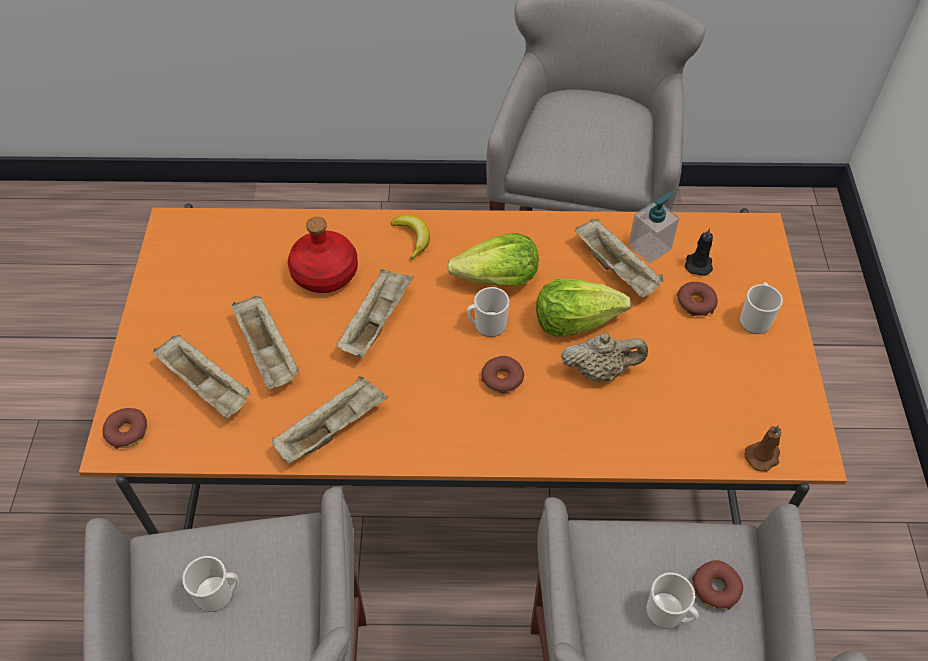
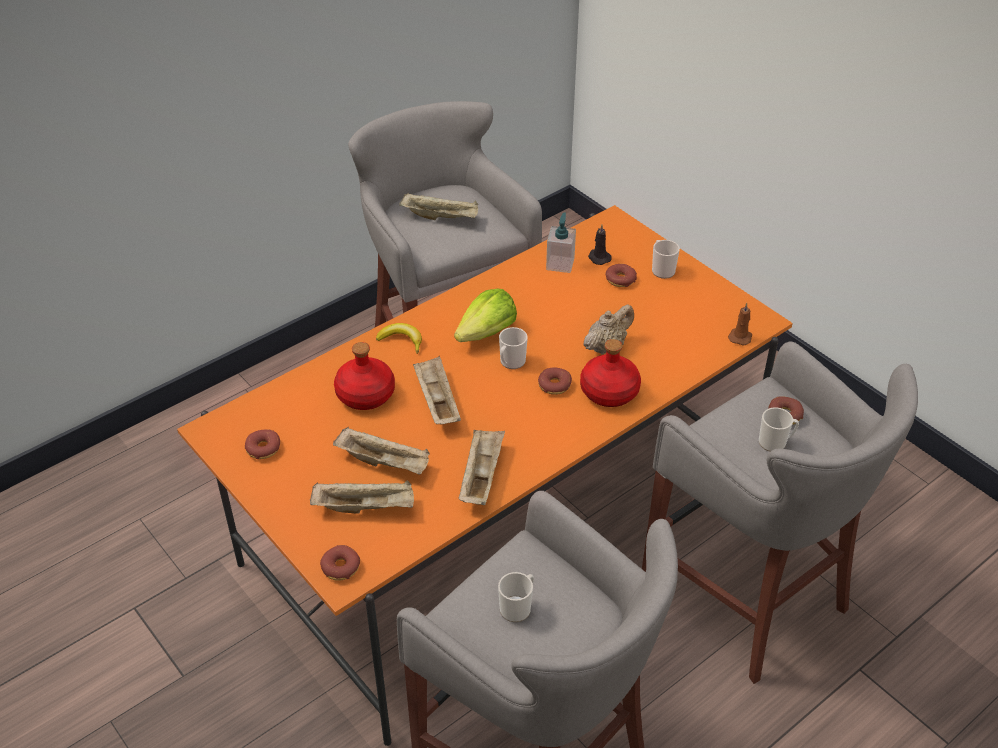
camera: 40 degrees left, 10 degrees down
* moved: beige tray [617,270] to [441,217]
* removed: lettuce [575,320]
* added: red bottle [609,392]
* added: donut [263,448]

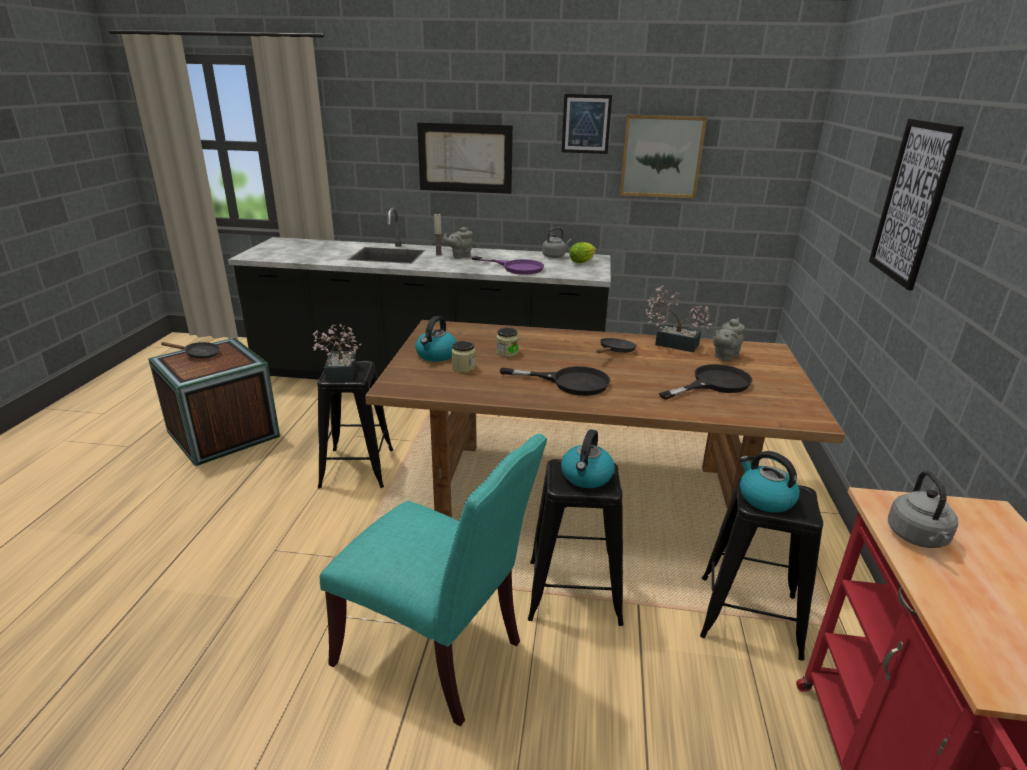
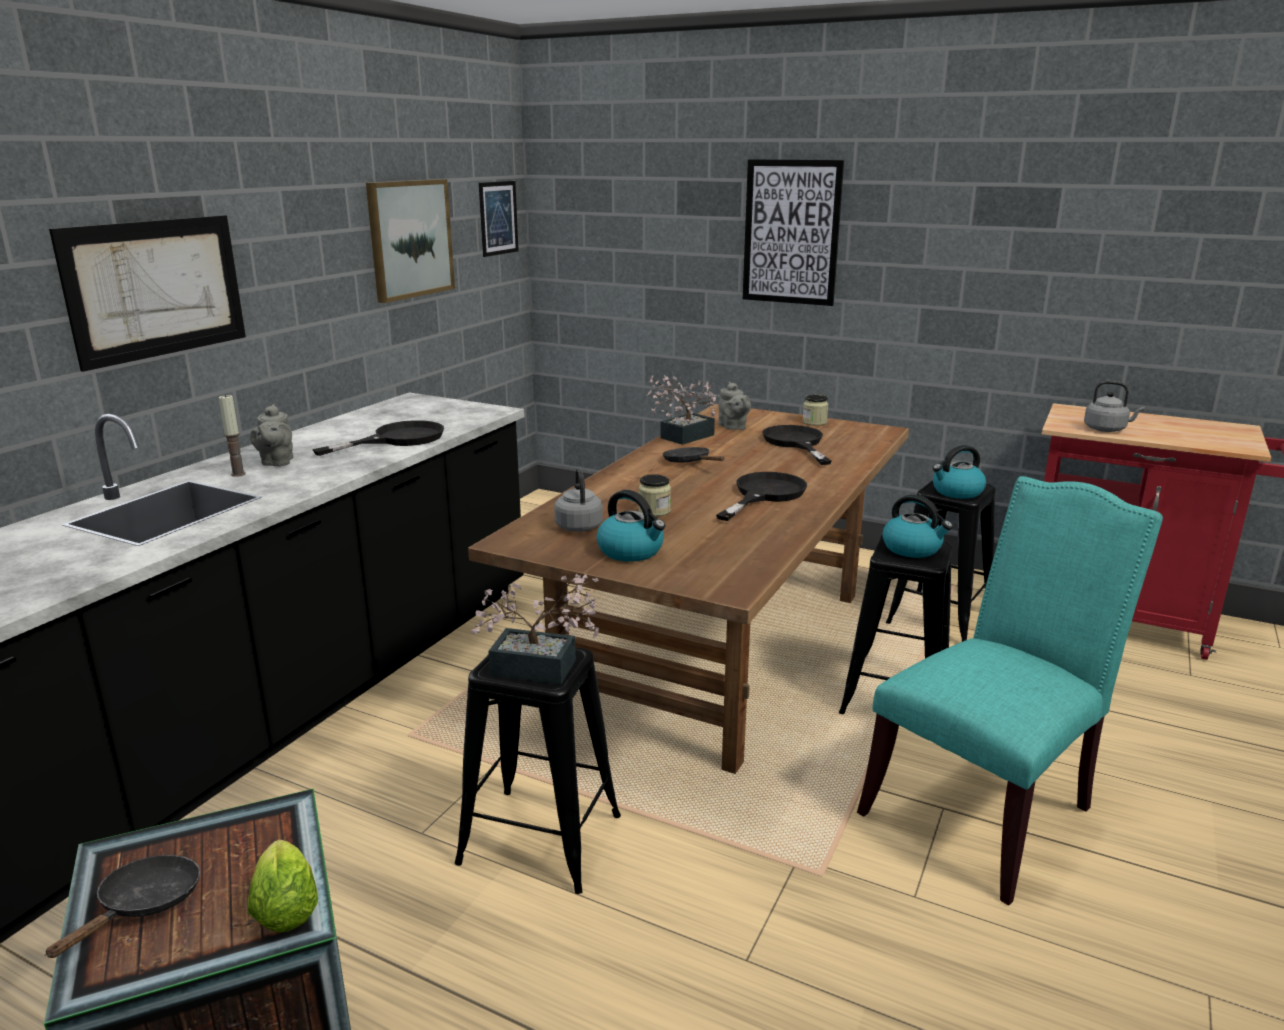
camera: 70 degrees left, 5 degrees down
* moved: picture [586,124] to [498,218]
* moved: grey kettle [555,256] to [578,526]
* moved: lettuce [583,261] to [285,905]
* recoloured: purple frying pan [516,267] to black frying pan [397,439]
* moved: jar [463,367] to [814,422]

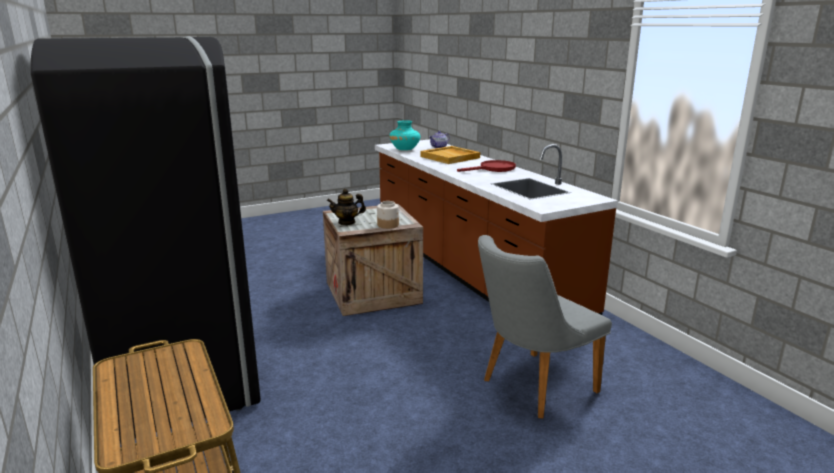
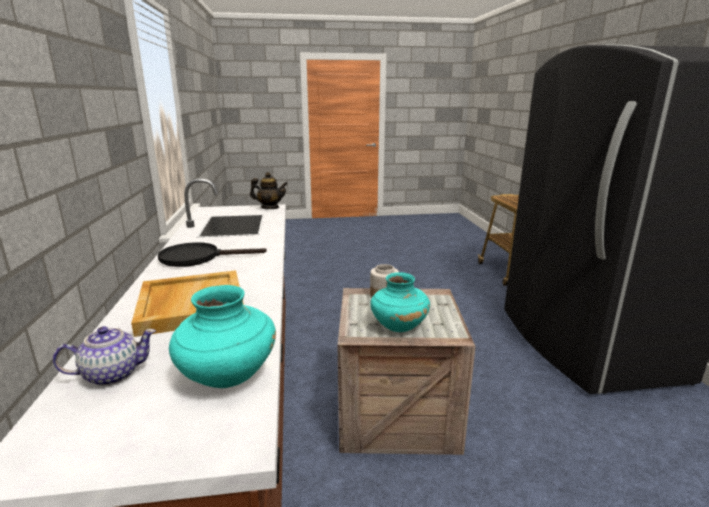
camera: 160 degrees left, 0 degrees up
* recoloured: red frying pan [493,169] to black frying pan [198,258]
* moved: teapot [347,222] to [270,208]
* removed: grey chair [530,387]
* added: turquoise vase [398,326]

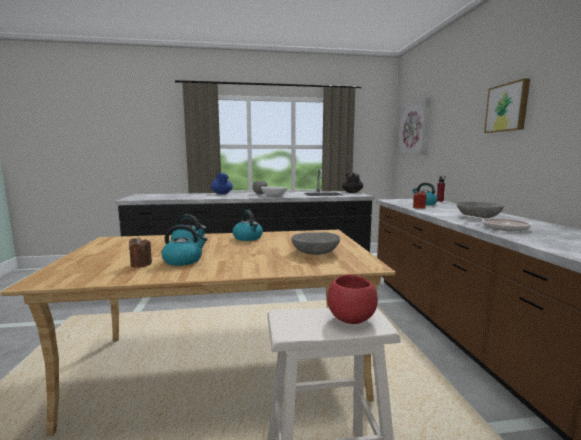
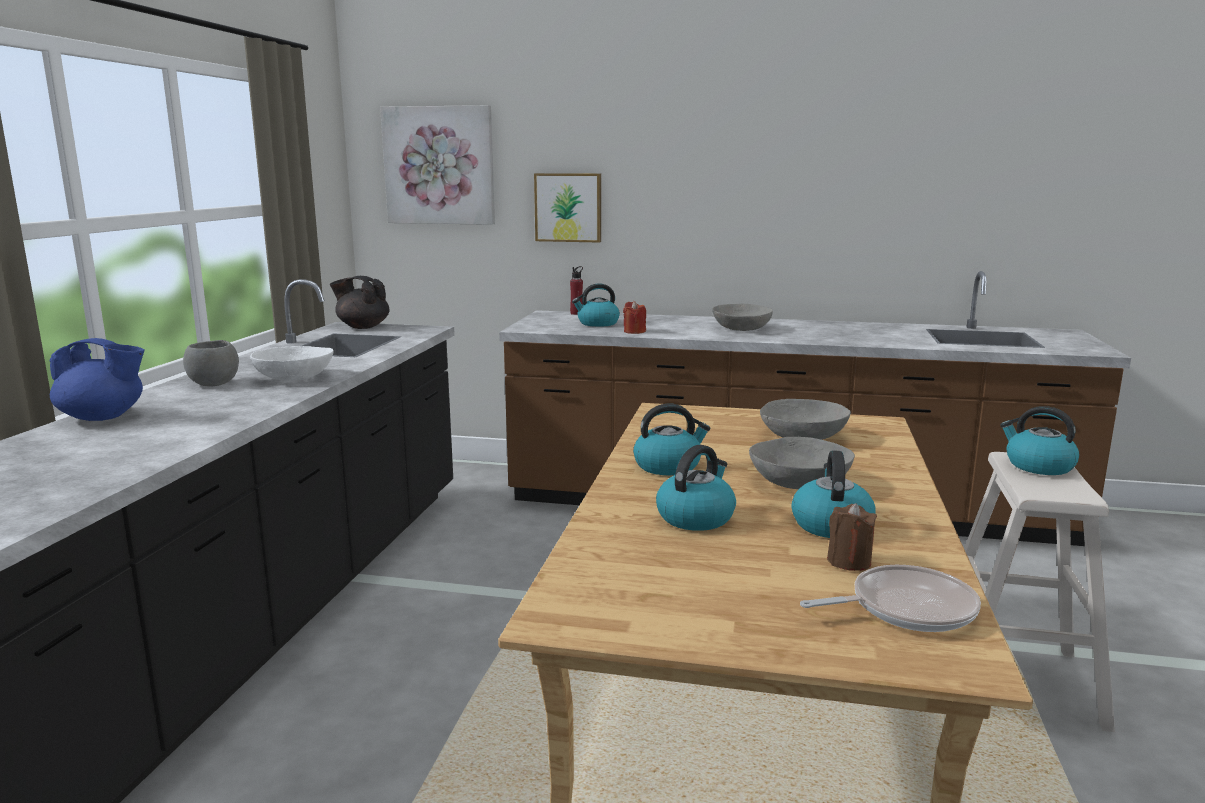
camera: 70 degrees left, 5 degrees up
* moved: picture [507,107] to [568,207]
* moved: frying pan [501,227] to [905,608]
* replaced: red bowl [350,319] to kettle [1038,466]
* added: grey bowl [799,482]

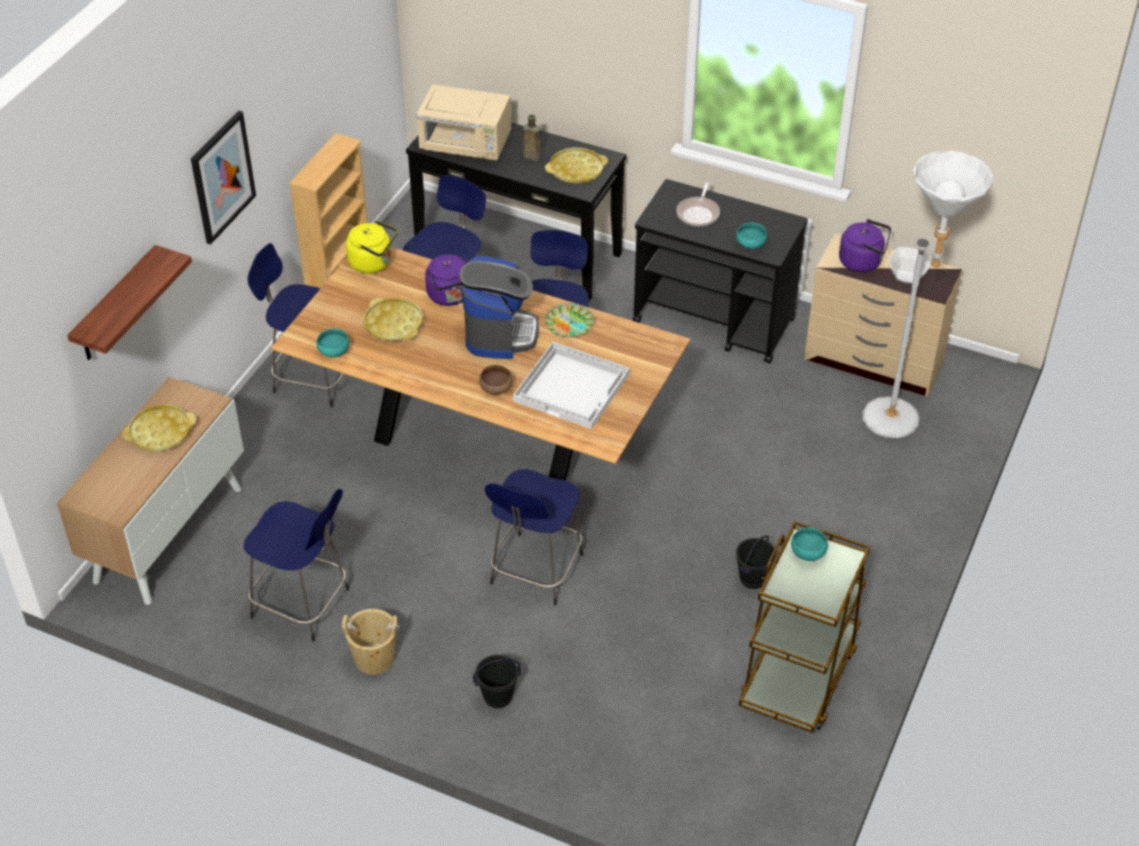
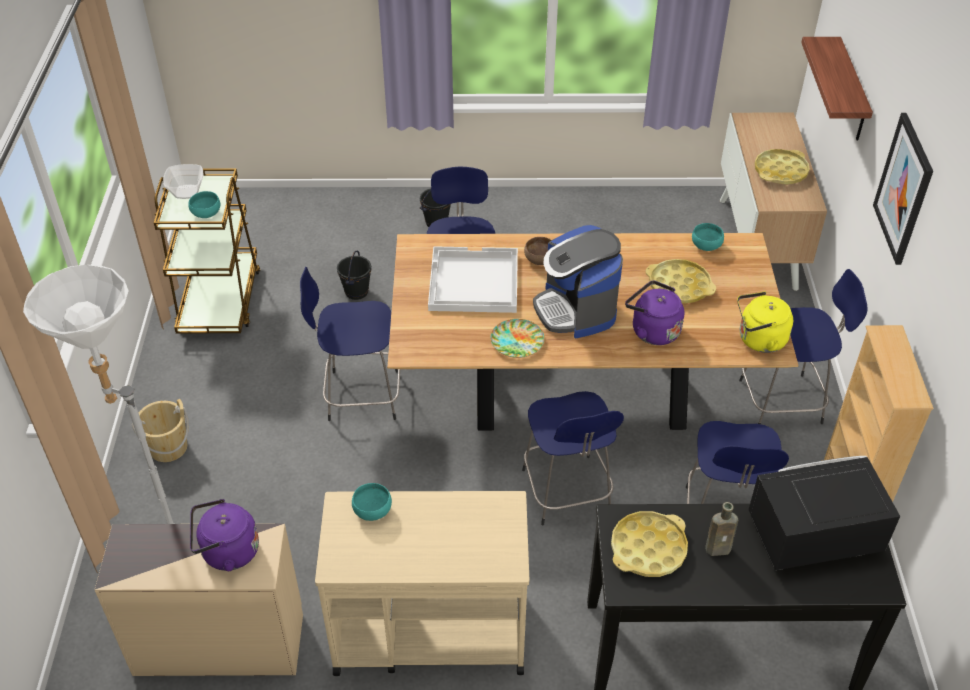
camera: 155 degrees right, 0 degrees up
* recoloured: beige microwave [466,146] to black microwave [811,536]
* recoloured: black cart [715,321] to beige cart [428,631]
* removed: frying pan [698,213]
* moved: bowl [908,276] to [186,192]
* moved: blue stool [303,605] to [360,395]
* moved: black bucket [753,579] to [356,292]
* moved: beige bucket [374,658] to [168,447]

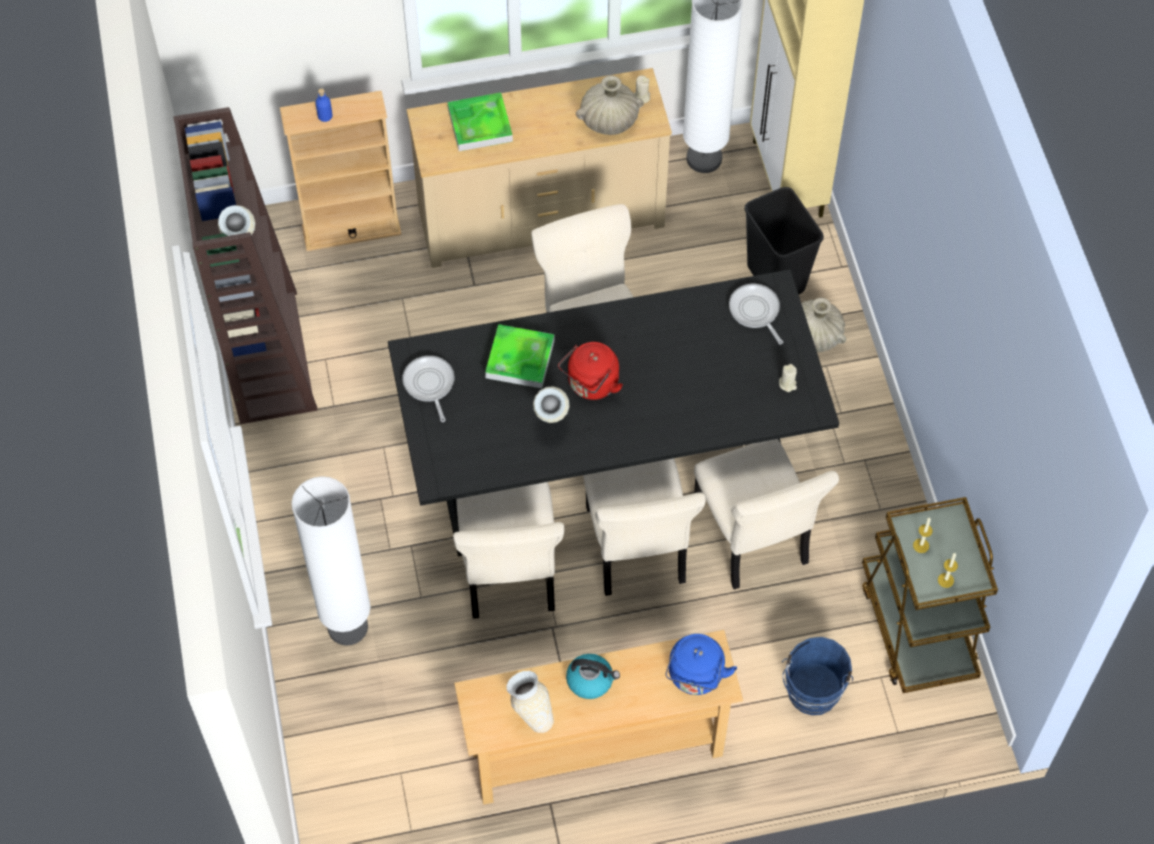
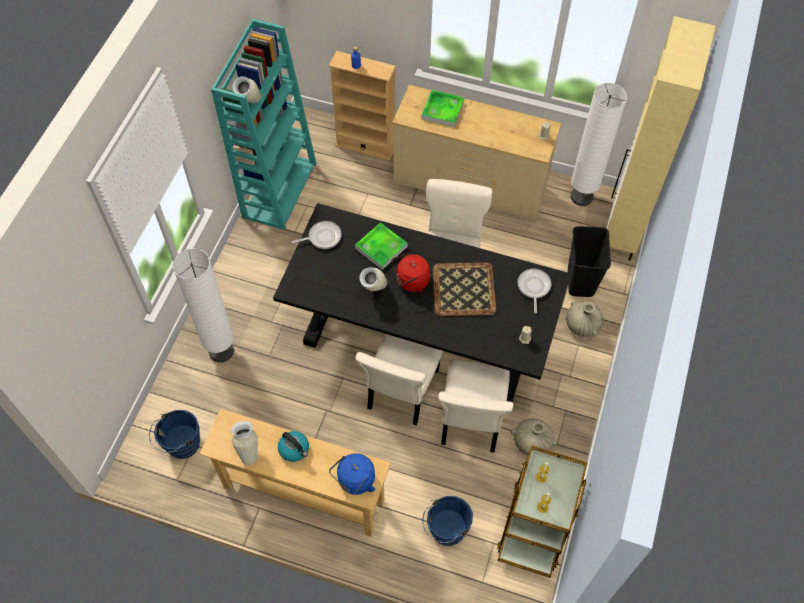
camera: 30 degrees right, 0 degrees up
* moved: beige vase [609,120] to [532,442]
* recoloured: brown bookcase [267,355] to turquoise bookcase [279,189]
* turned: frying pan [429,384] = [322,237] 60 degrees clockwise
* removed: beige chair [508,574]
* added: tray [464,290]
* added: blue bucket [181,445]

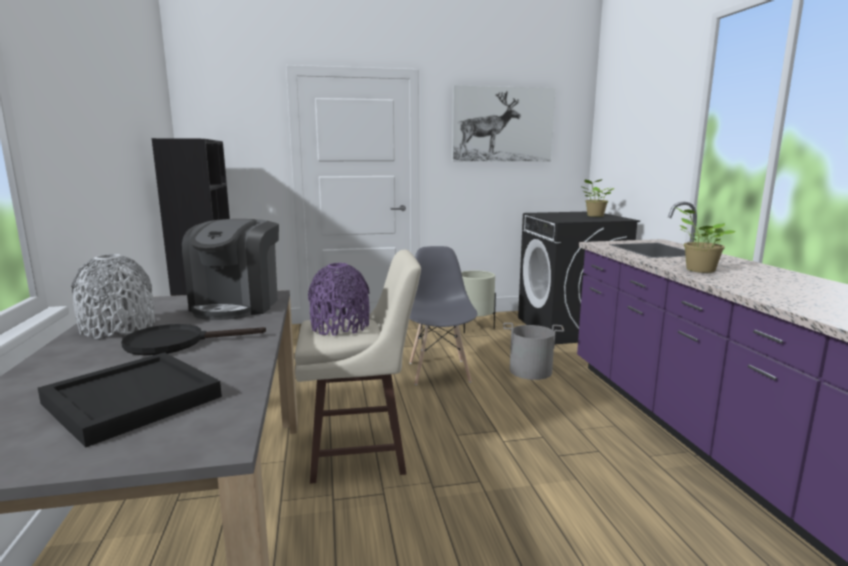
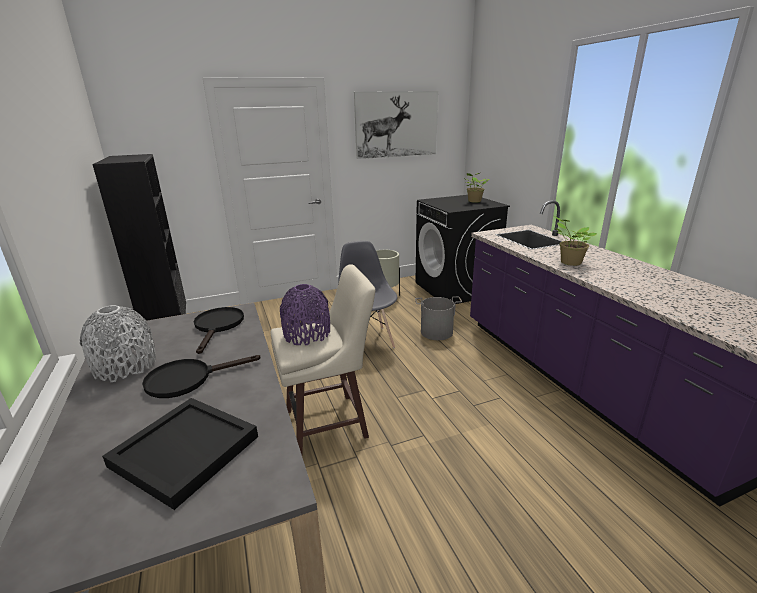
camera: 10 degrees left, 10 degrees up
* replaced: coffee machine [237,305] to black frying pan [218,326]

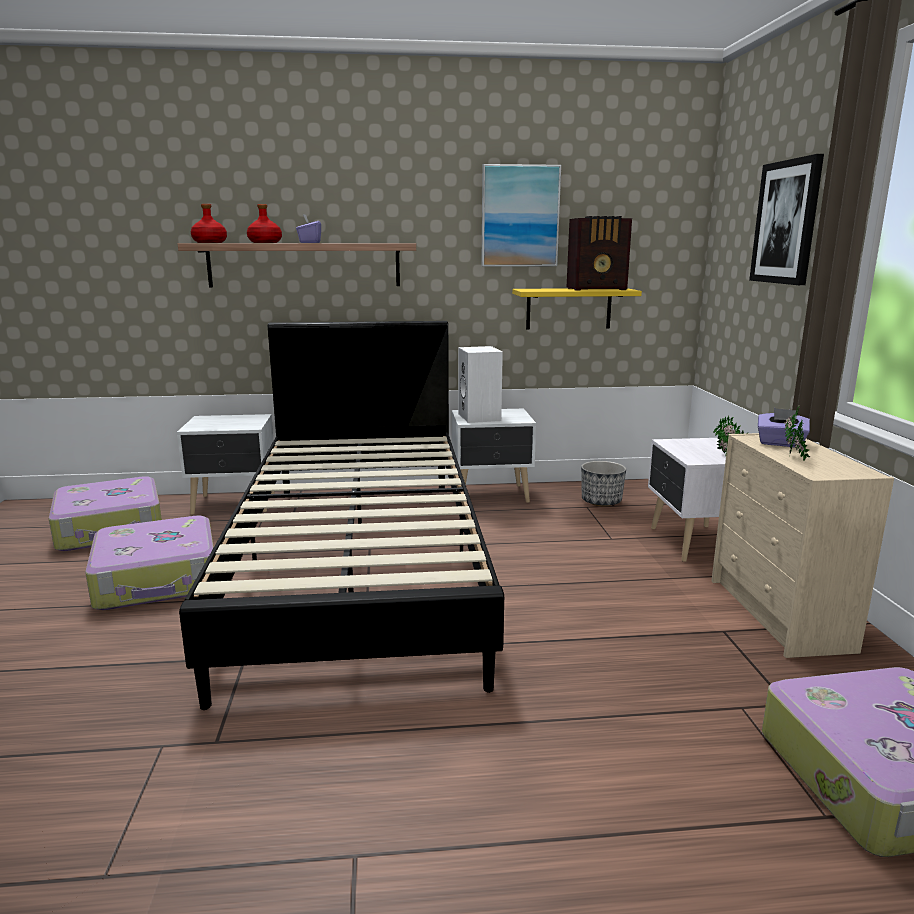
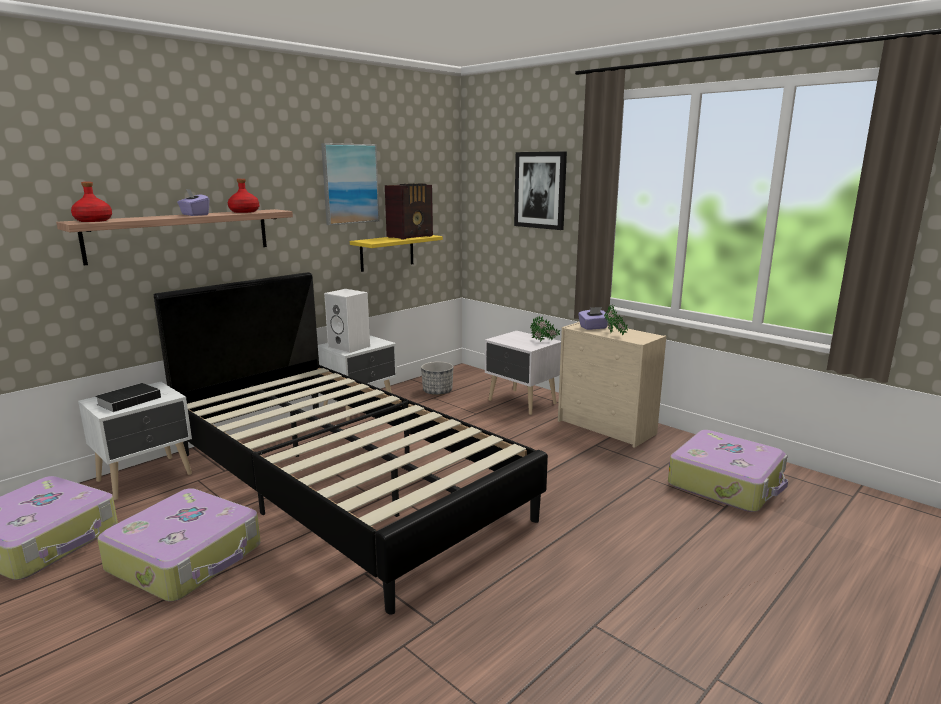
camera: 40 degrees left, 0 degrees up
* moved: red bottle [264,242] to [244,212]
* added: book [130,400]

